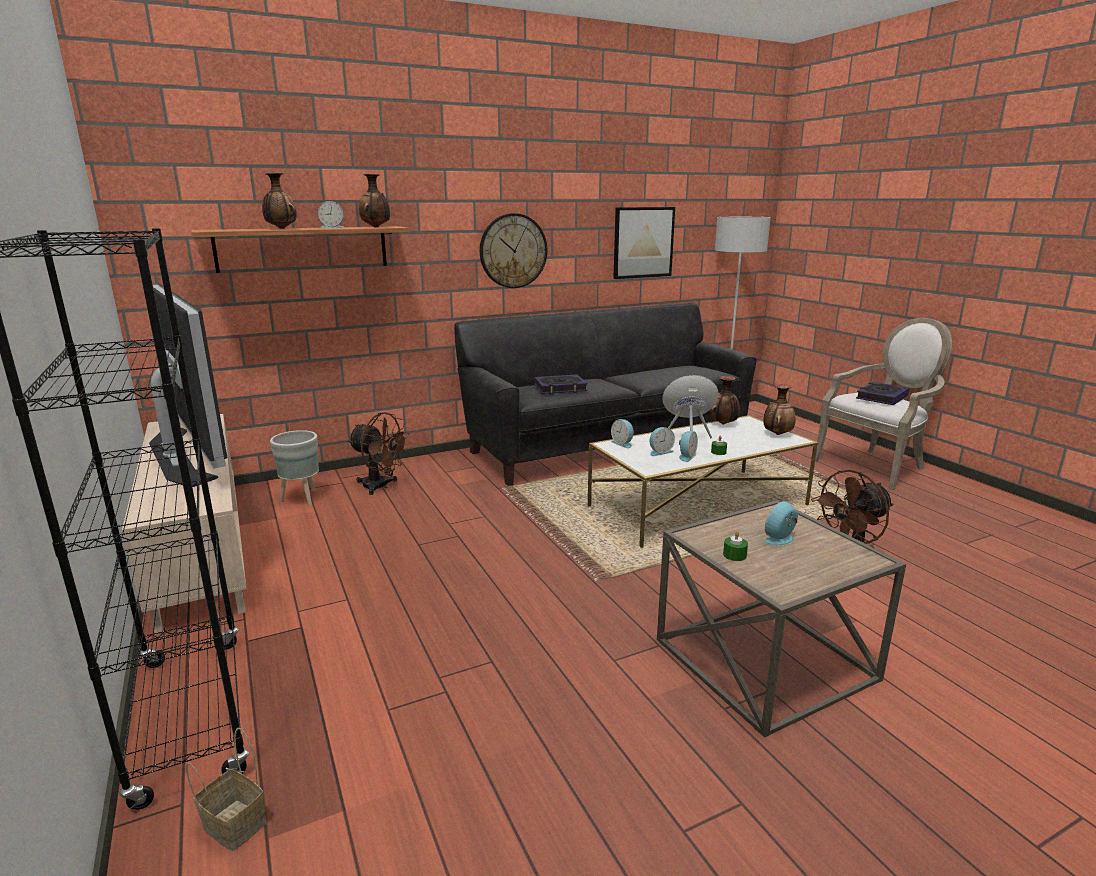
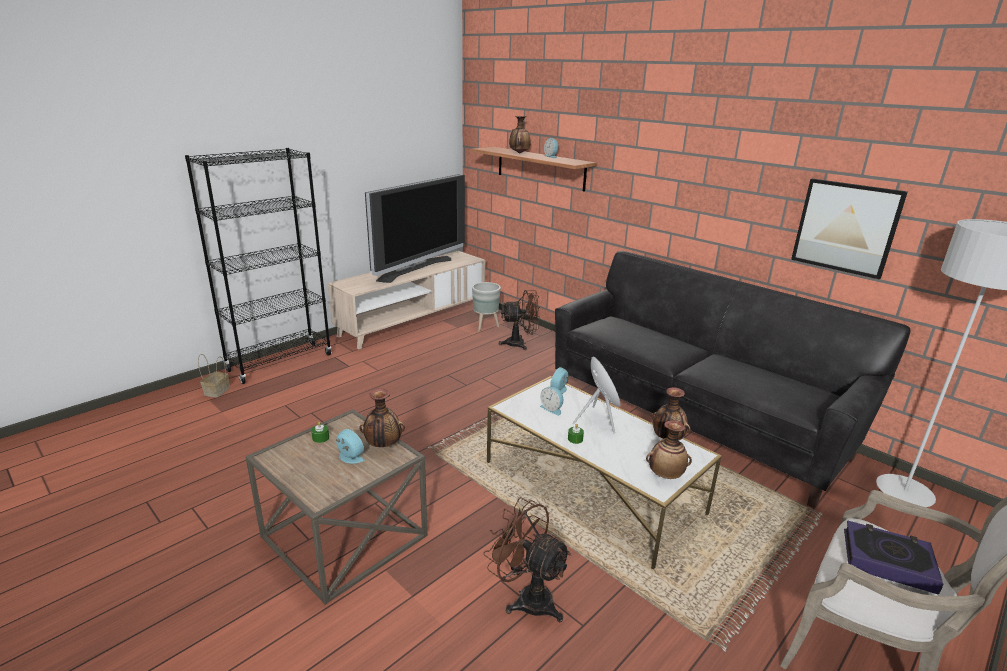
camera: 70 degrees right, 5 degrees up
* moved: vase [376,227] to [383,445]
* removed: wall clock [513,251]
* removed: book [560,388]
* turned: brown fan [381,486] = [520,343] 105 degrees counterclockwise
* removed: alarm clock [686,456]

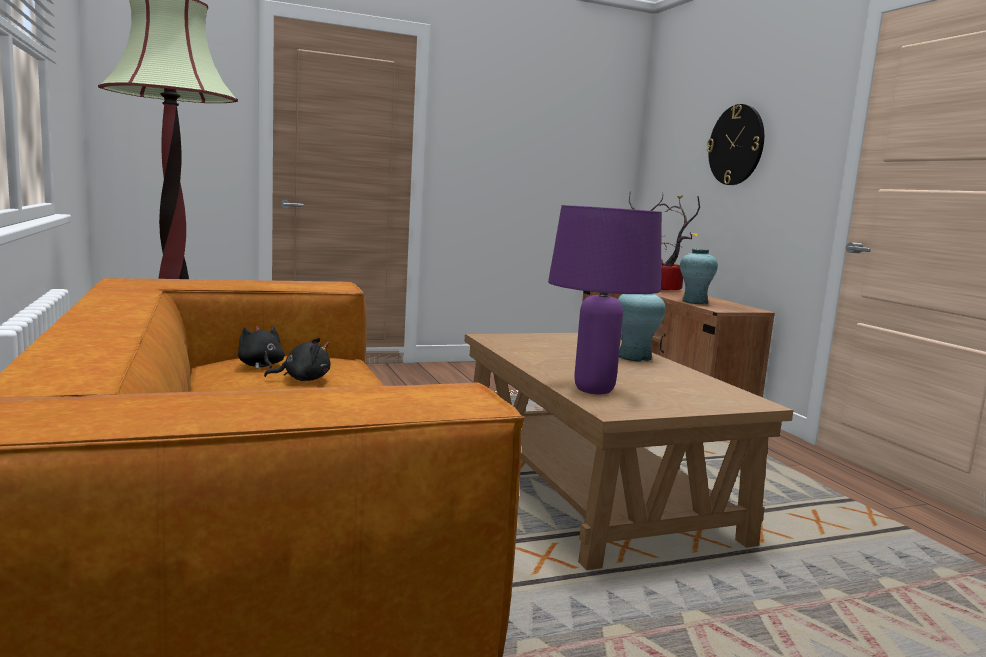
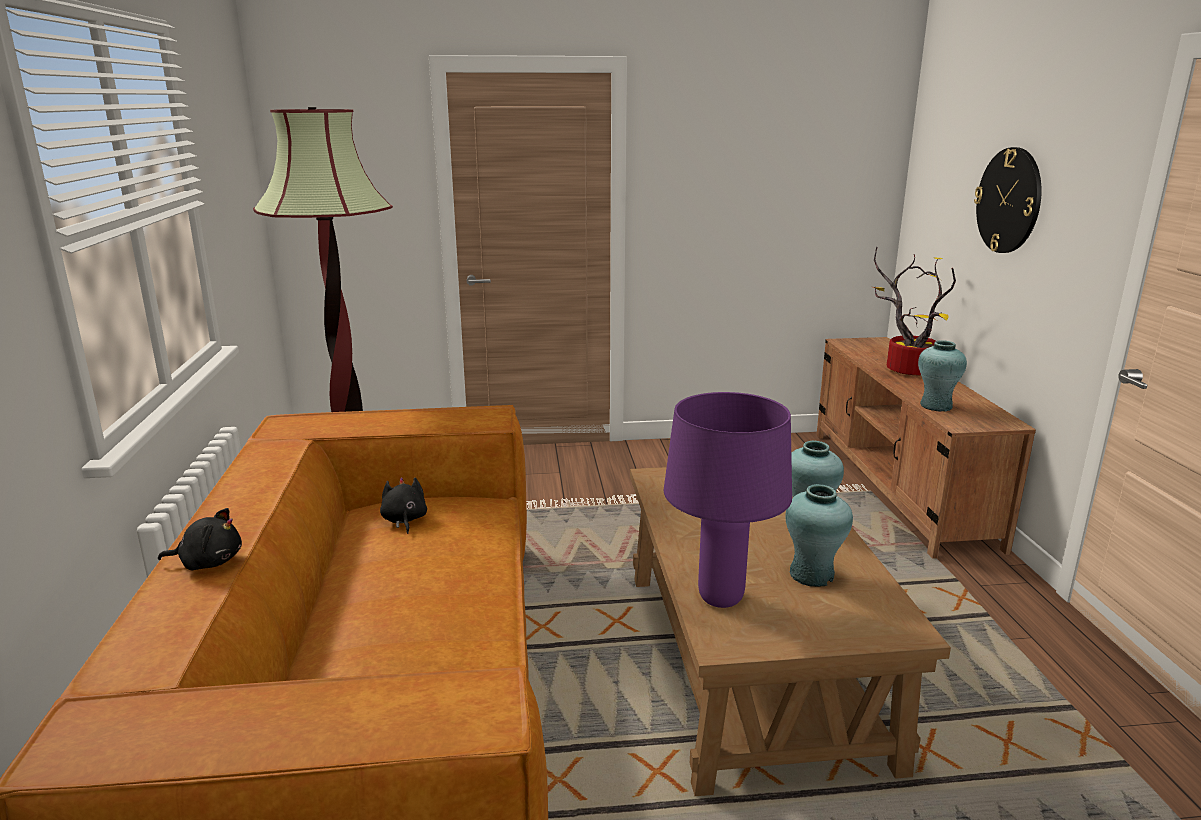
camera: 15 degrees right, 10 degrees up
* moved: black plush toy [303,379] to [208,562]
* added: turquoise vase [812,574]

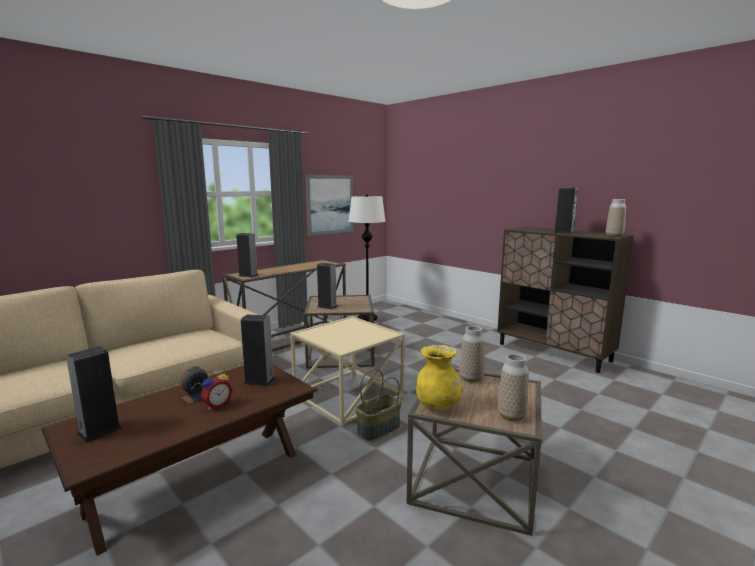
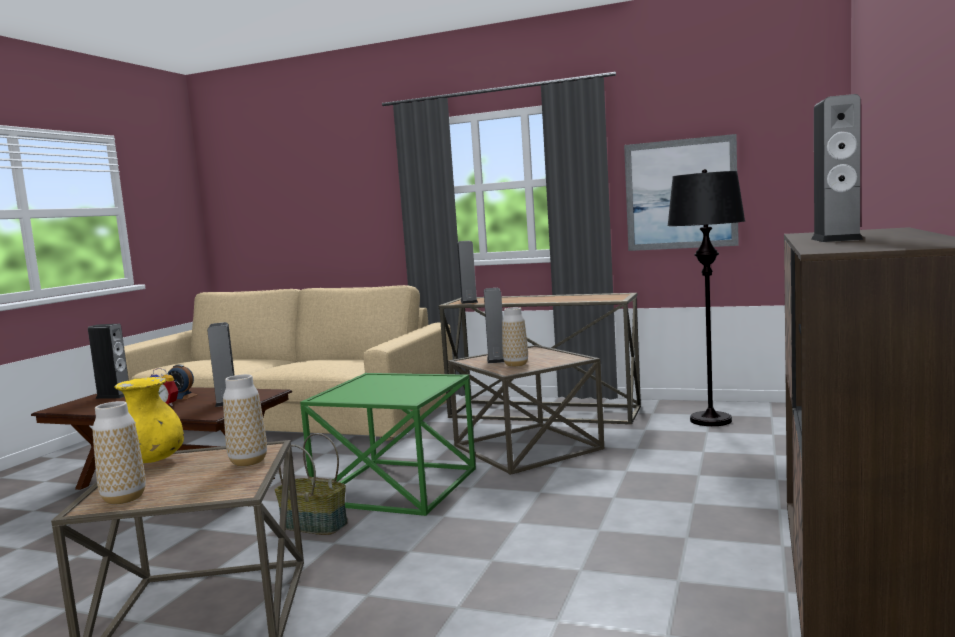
camera: 65 degrees right, 5 degrees down
* recoloured: white floor lamp [367,318] to black floor lamp [710,420]
* moved: vase [614,236] to [516,364]
* recoloured: beige side table [347,395] to green side table [396,485]

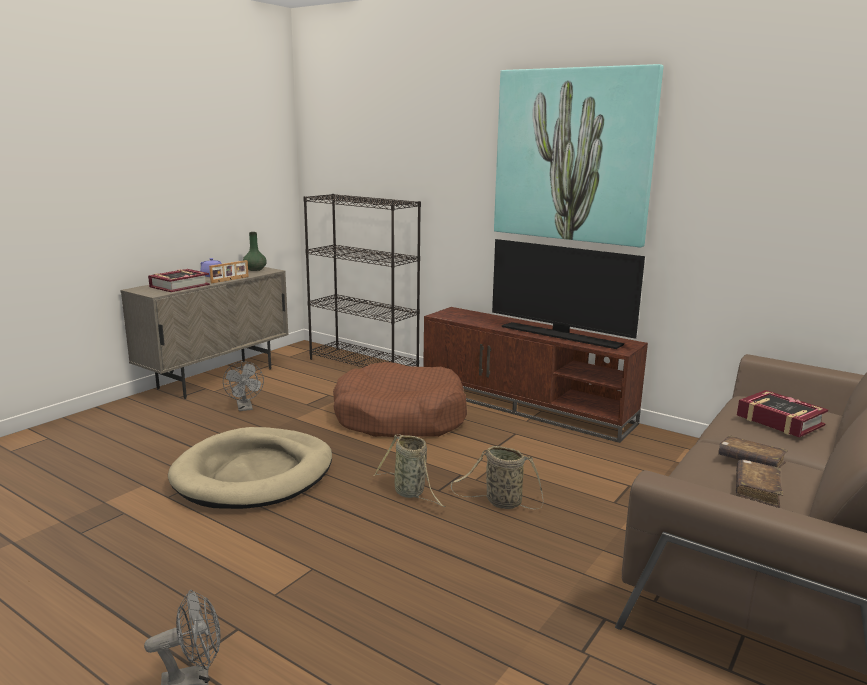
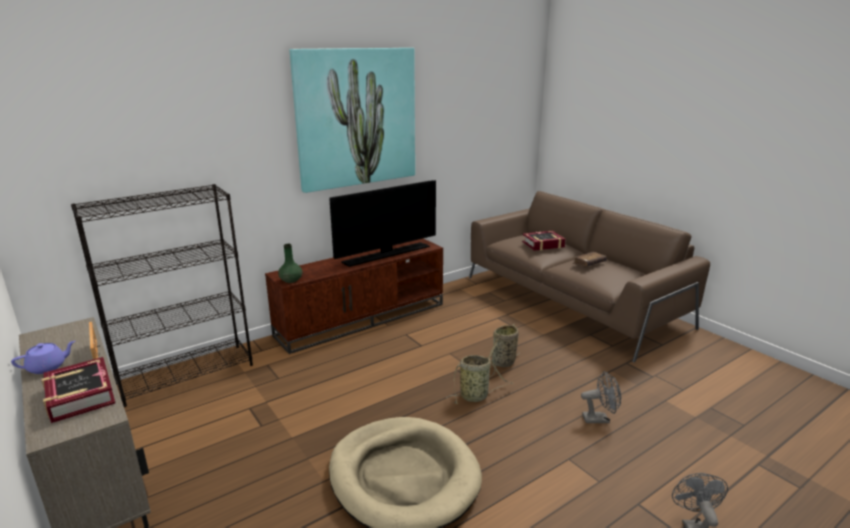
camera: 70 degrees left, 5 degrees up
* moved: green vase [254,269] to [290,280]
* moved: grey fan [245,408] to [599,419]
* removed: brown dog bed [399,417]
* removed: brown book [756,490]

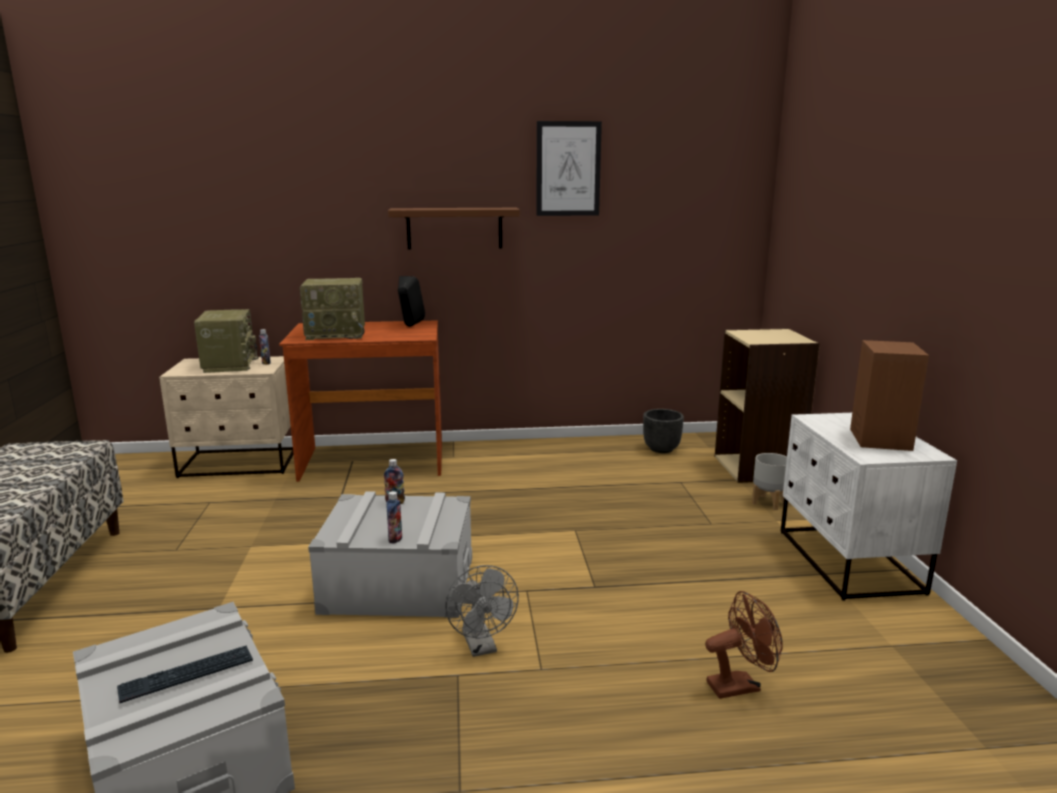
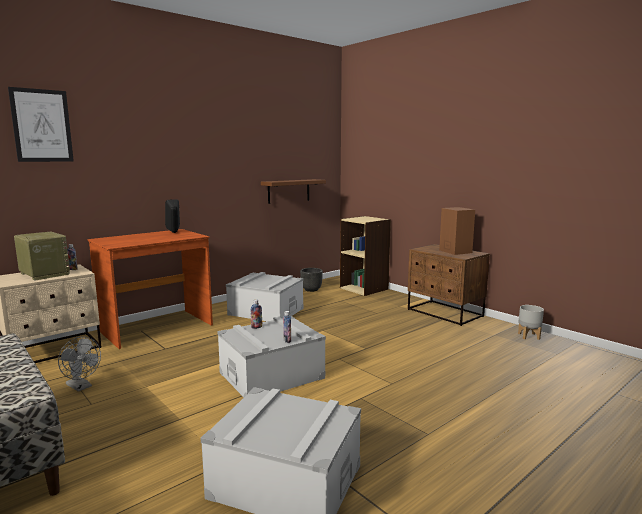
camera: 35 degrees left, 5 degrees down
* moved: picture [568,169] to [42,125]
* moved: brown shelf [454,228] to [289,191]
* removed: radio [337,334]
* recoloured: white nightstand [848,562] to brown nightstand [444,313]
* moved: grey planter [769,502] to [529,336]
* moved: grey fan [482,647] to [81,387]
* removed: brown fan [740,685]
* removed: keyboard [187,675]
* added: grey storage box [265,311]

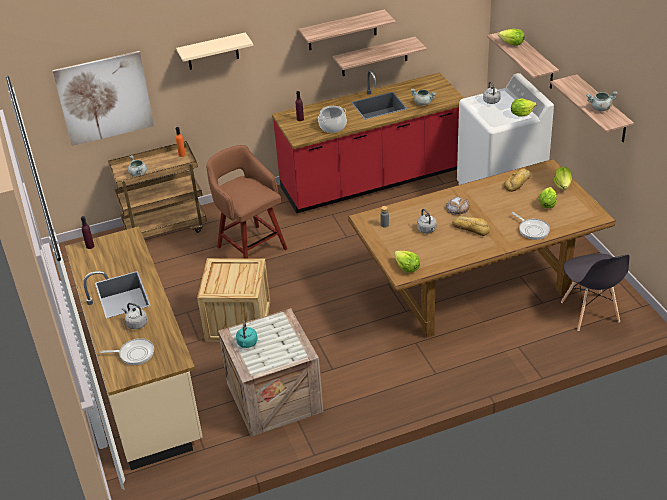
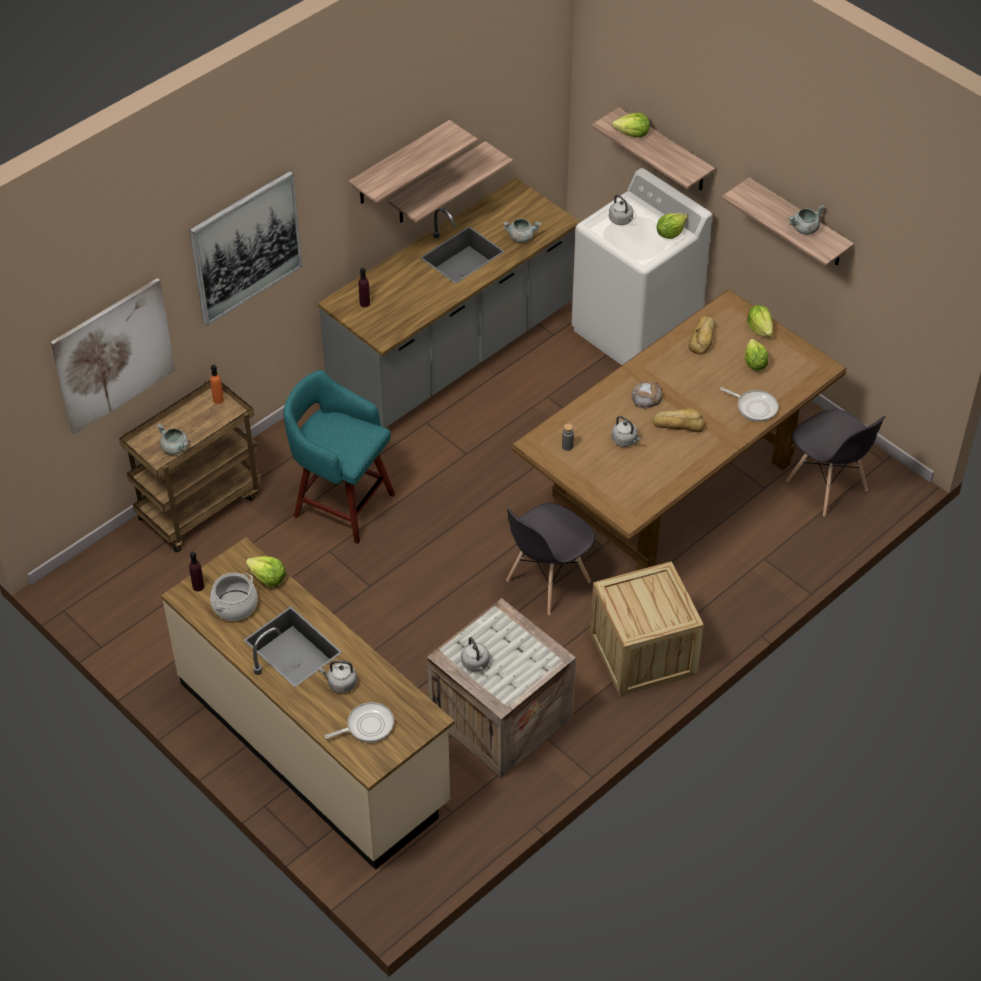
camera: 25 degrees left, 10 degrees up
* replaced: beige shelf [212,51] to picture [246,247]
* recoloured: red counter [372,181] to grey counter [453,354]
* moved: cooking pot [332,126] to [235,606]
* recoloured: brown stool [251,247] to turquoise stool [341,503]
* moved: lettuce [406,267] to [267,578]
* moved: crate [238,321] to [643,653]
* recoloured: turquoise kettle [247,343] to grey kettle [475,664]
* added: grey chair [547,582]

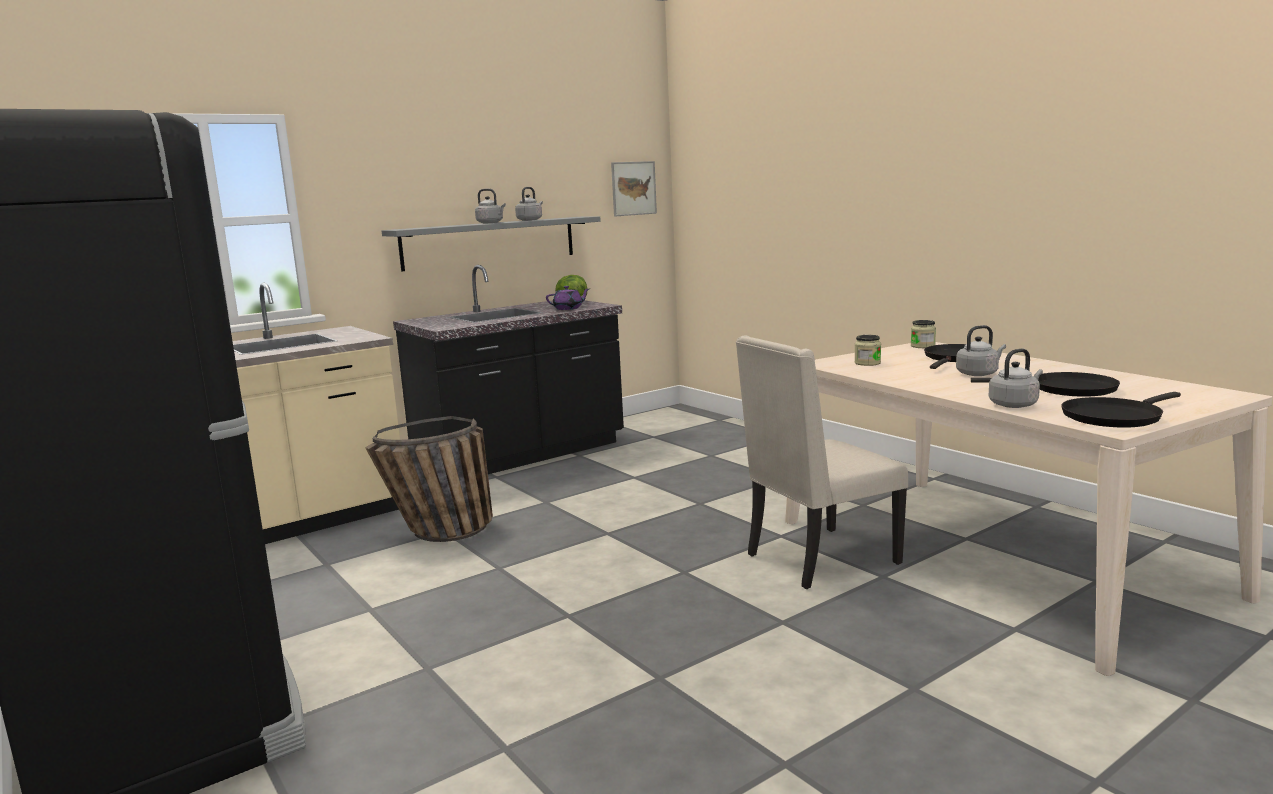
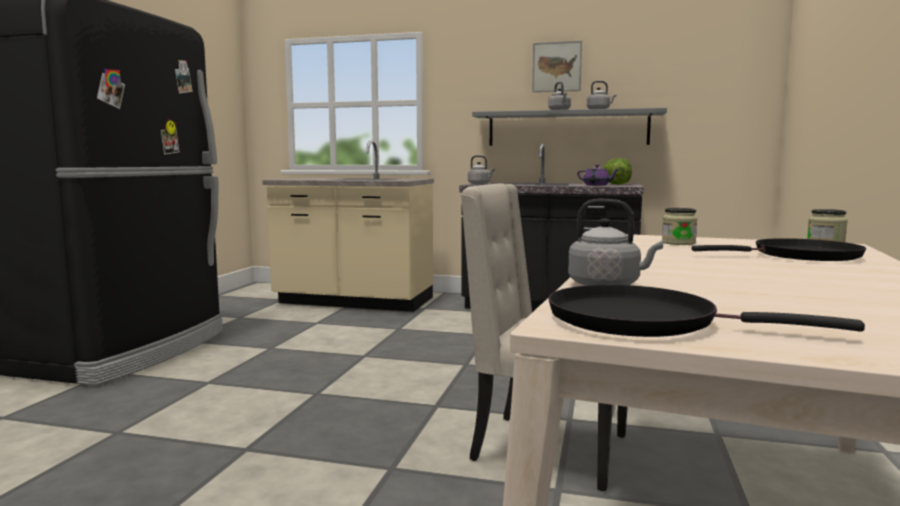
camera: 50 degrees right, 5 degrees down
* moved: picture [633,188] to [556,67]
* moved: grey kettle [978,374] to [480,184]
* removed: black frying pan [1067,389]
* removed: basket [438,535]

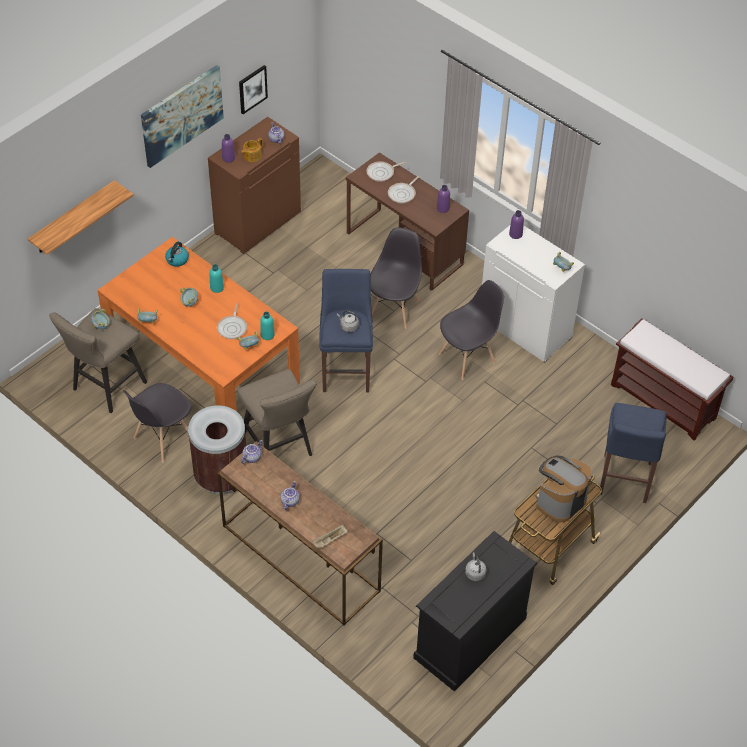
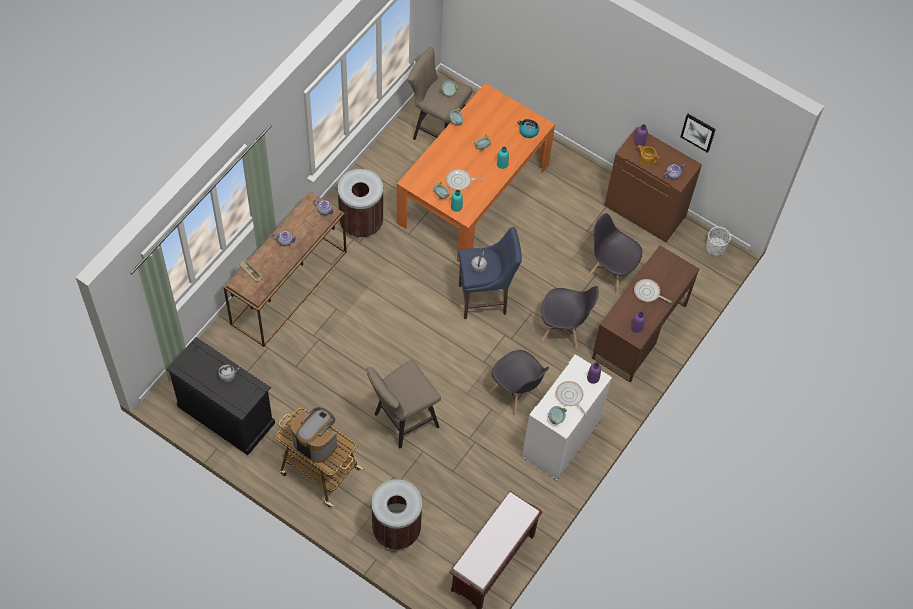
camera: 80 degrees right, 10 degrees up
* removed: picture [182,115]
* moved: frying pan [382,173] to [570,396]
* removed: shelf [73,218]
* moved: beige stool [279,449] to [402,422]
* moved: grey chair [163,438] to [610,273]
* replaced: blue stool [624,481] to brown trash can [396,529]
* added: white planter [715,248]

